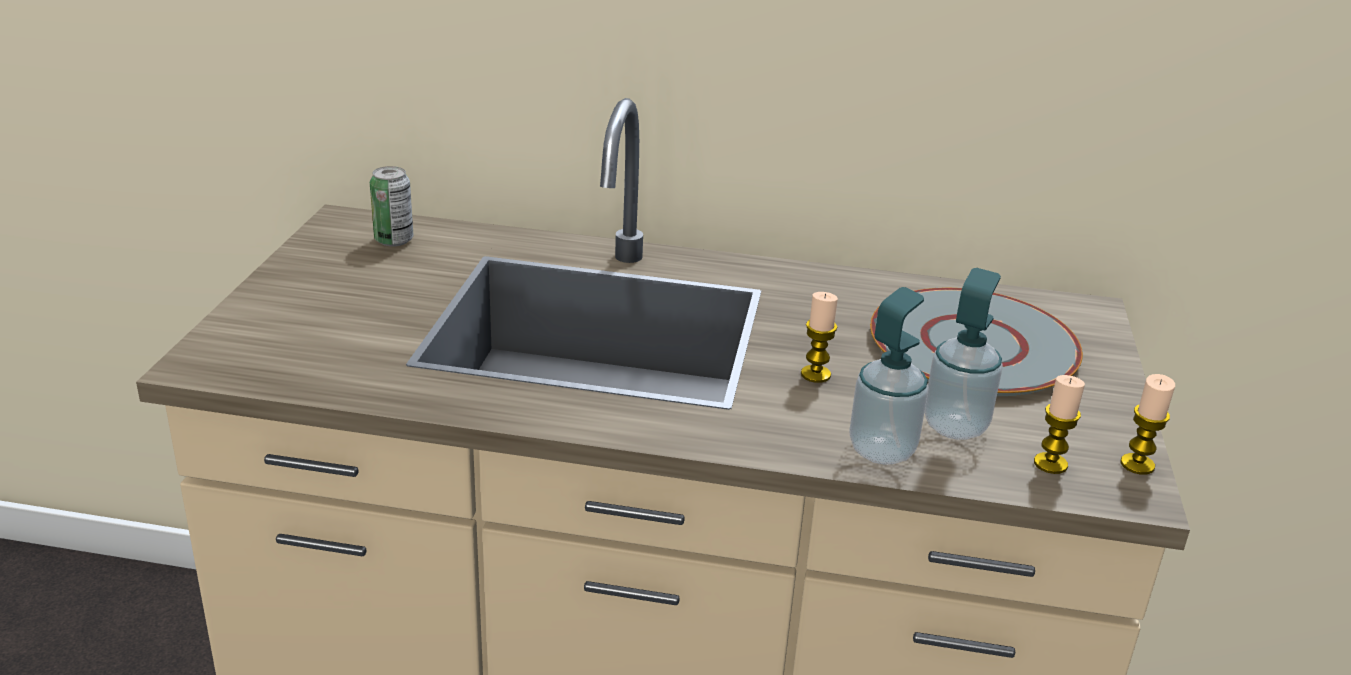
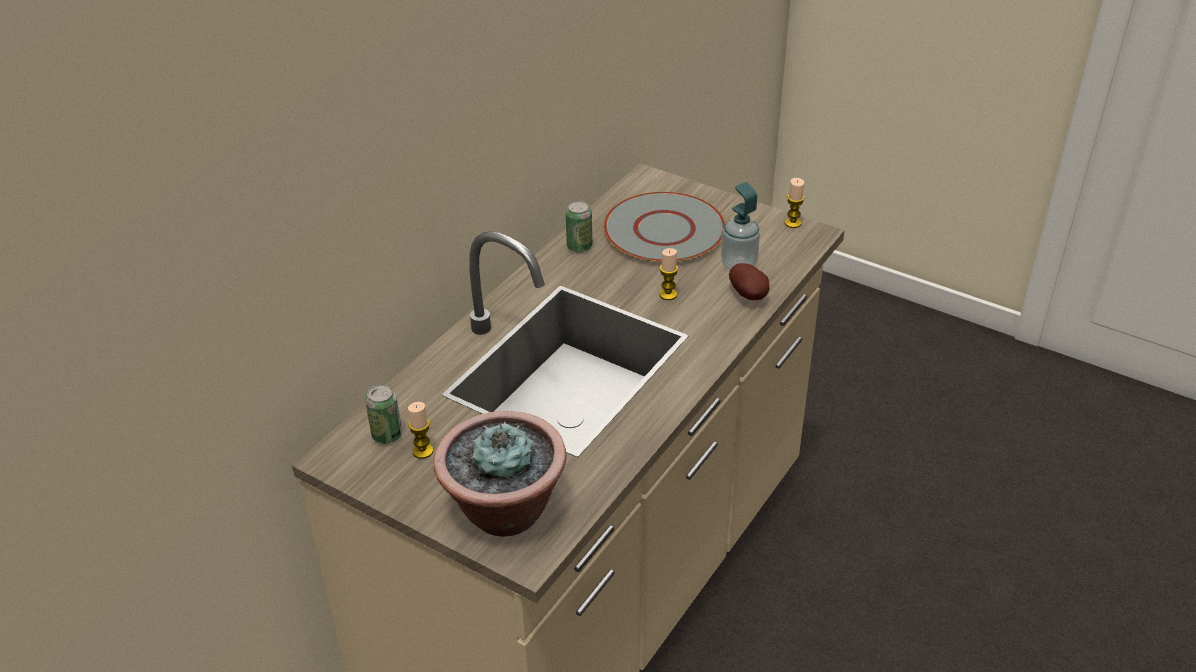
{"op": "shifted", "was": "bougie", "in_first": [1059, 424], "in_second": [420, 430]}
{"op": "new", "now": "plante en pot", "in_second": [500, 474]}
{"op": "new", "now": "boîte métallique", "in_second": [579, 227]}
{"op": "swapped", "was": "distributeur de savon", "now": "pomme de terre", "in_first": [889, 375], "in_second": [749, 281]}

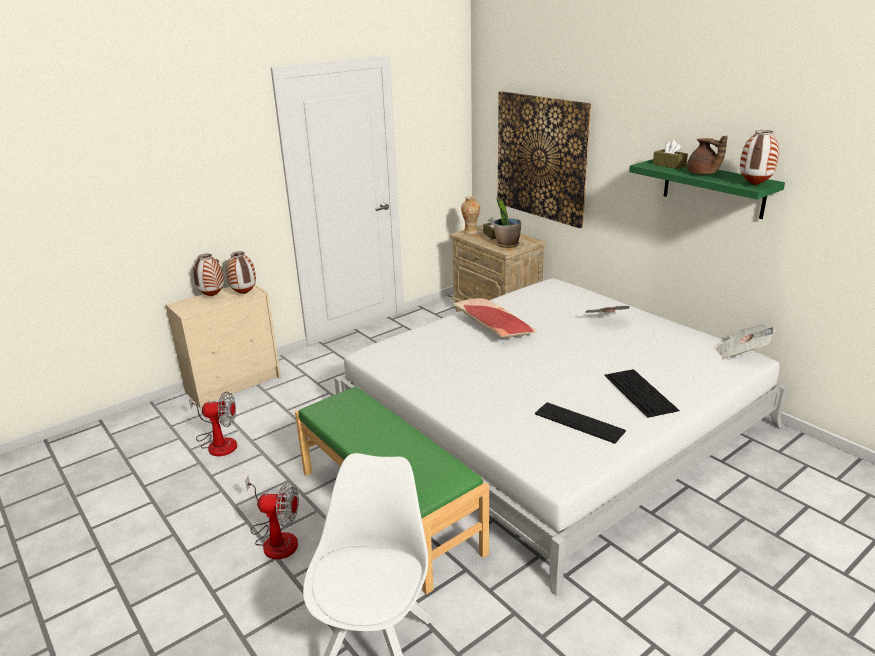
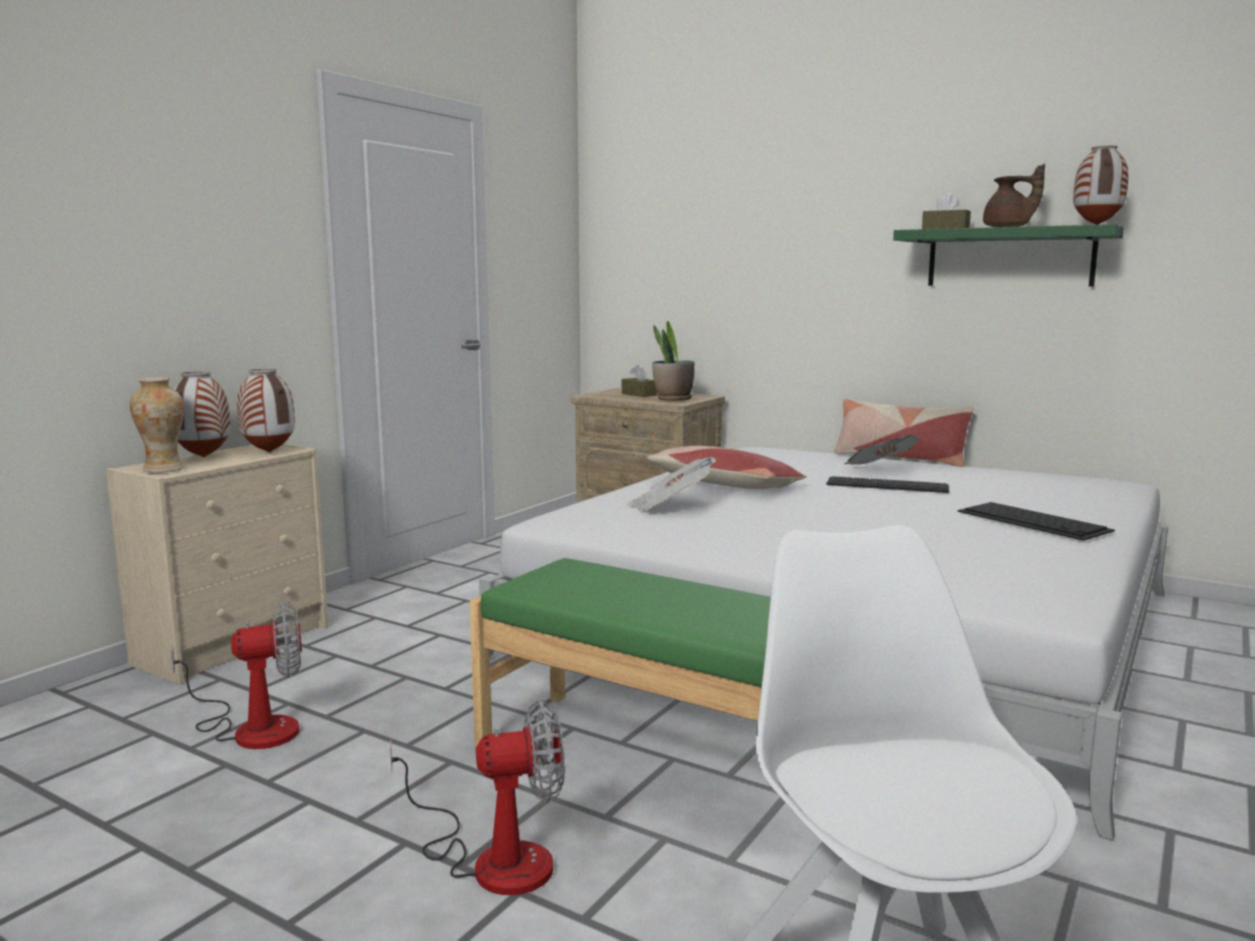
{"op": "shifted", "was": "vase", "in_first": [470, 215], "in_second": [157, 424]}
{"op": "shifted", "was": "journal", "in_first": [744, 341], "in_second": [671, 483]}
{"op": "shifted", "was": "clavier", "in_first": [580, 423], "in_second": [887, 484]}
{"op": "new", "now": "coussin", "in_second": [904, 433]}
{"op": "gone", "was": "tableau", "in_first": [544, 159]}

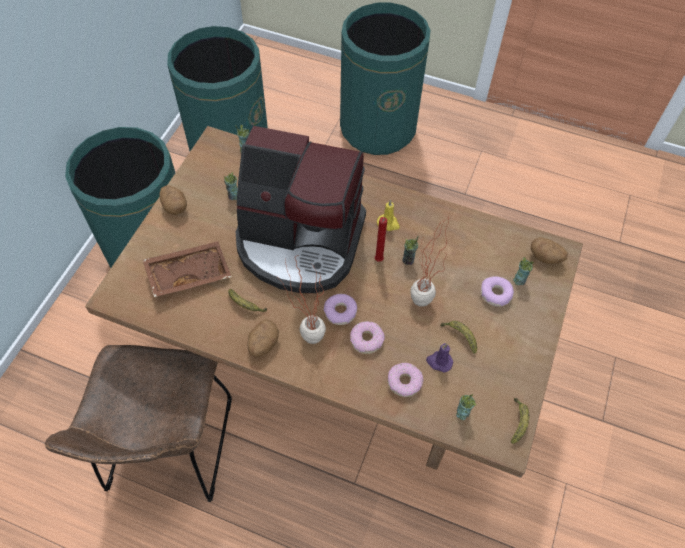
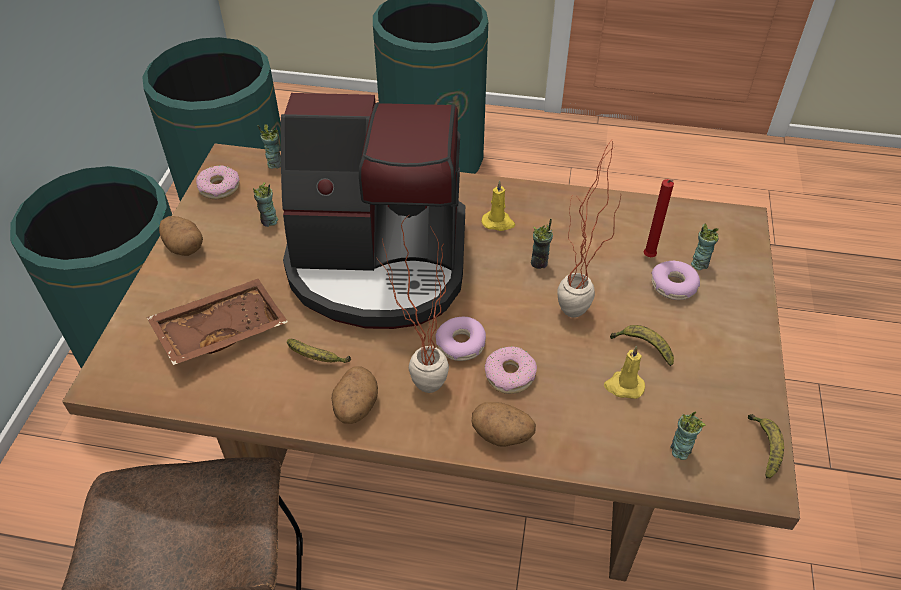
{"op": "shifted", "was": "beignet", "in_first": [405, 380], "in_second": [218, 182]}
{"op": "shifted", "was": "pomme de terre", "in_first": [549, 250], "in_second": [504, 424]}
{"op": "repainted", "was": "bougie/violet", "now": "bougie/jaune", "in_first": [439, 357], "in_second": [624, 372]}
{"op": "shifted", "was": "bougie/rouge", "in_first": [381, 239], "in_second": [659, 218]}

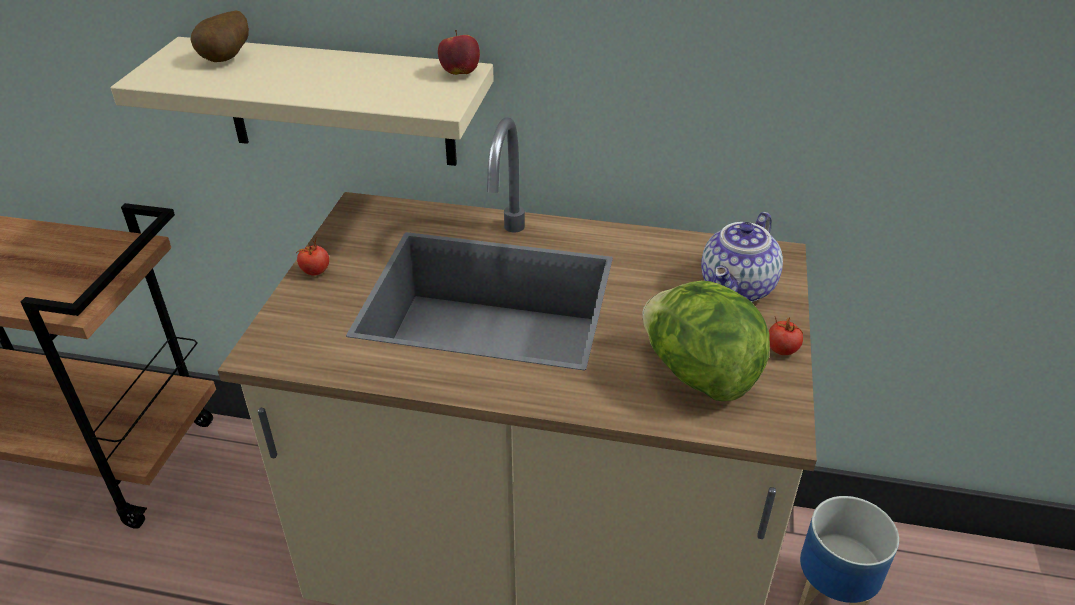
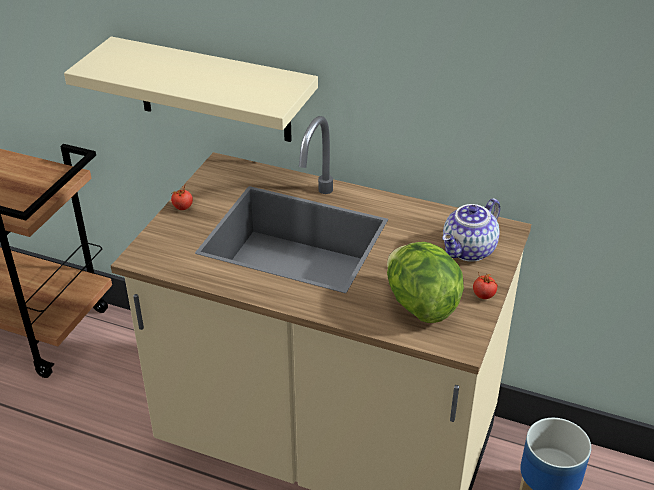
{"op": "gone", "was": "pomme de terre", "in_first": [219, 36]}
{"op": "gone", "was": "pomme", "in_first": [459, 52]}

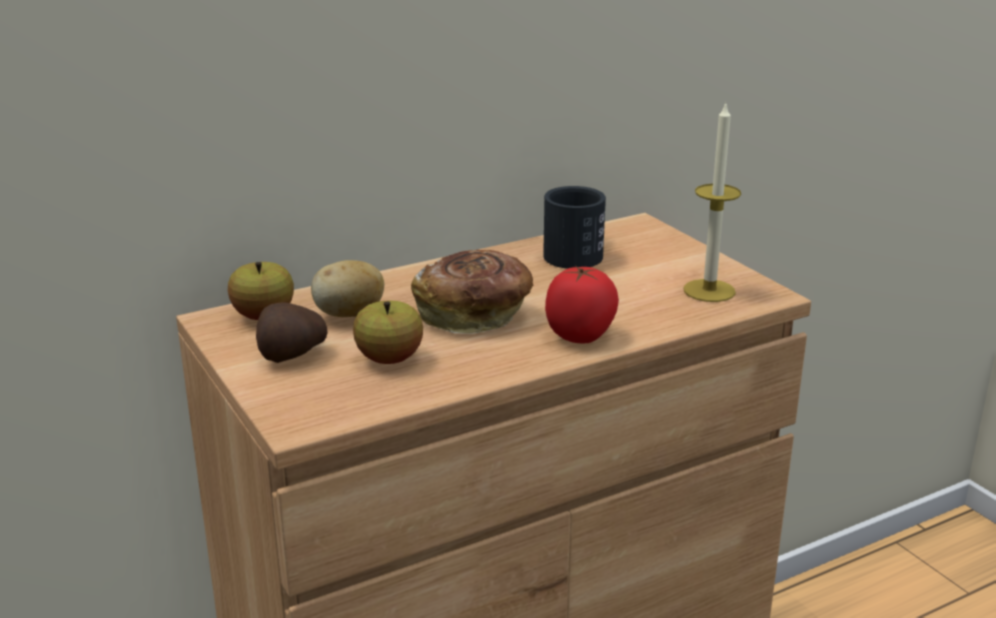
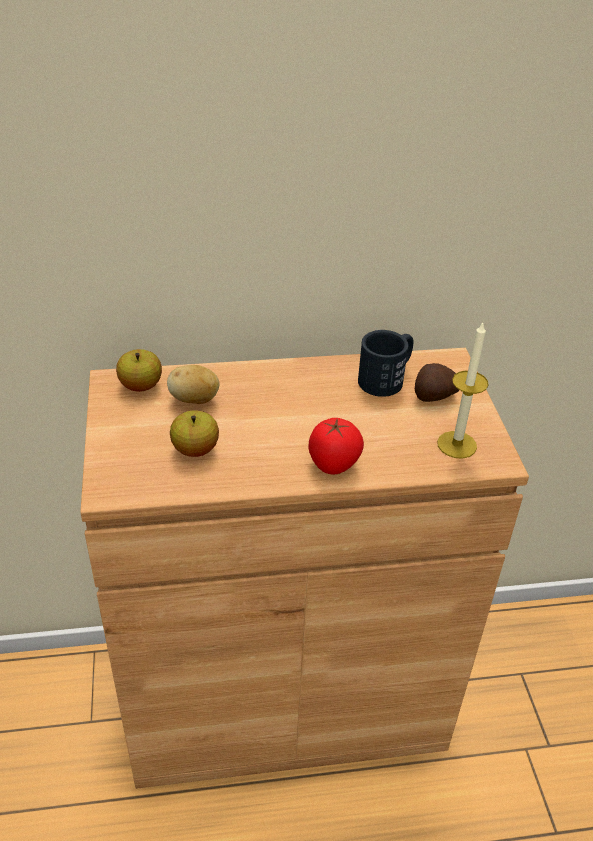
{"op": "shifted", "was": "pomme de terre", "in_first": [292, 332], "in_second": [437, 382]}
{"op": "gone", "was": "pain", "in_first": [472, 291]}

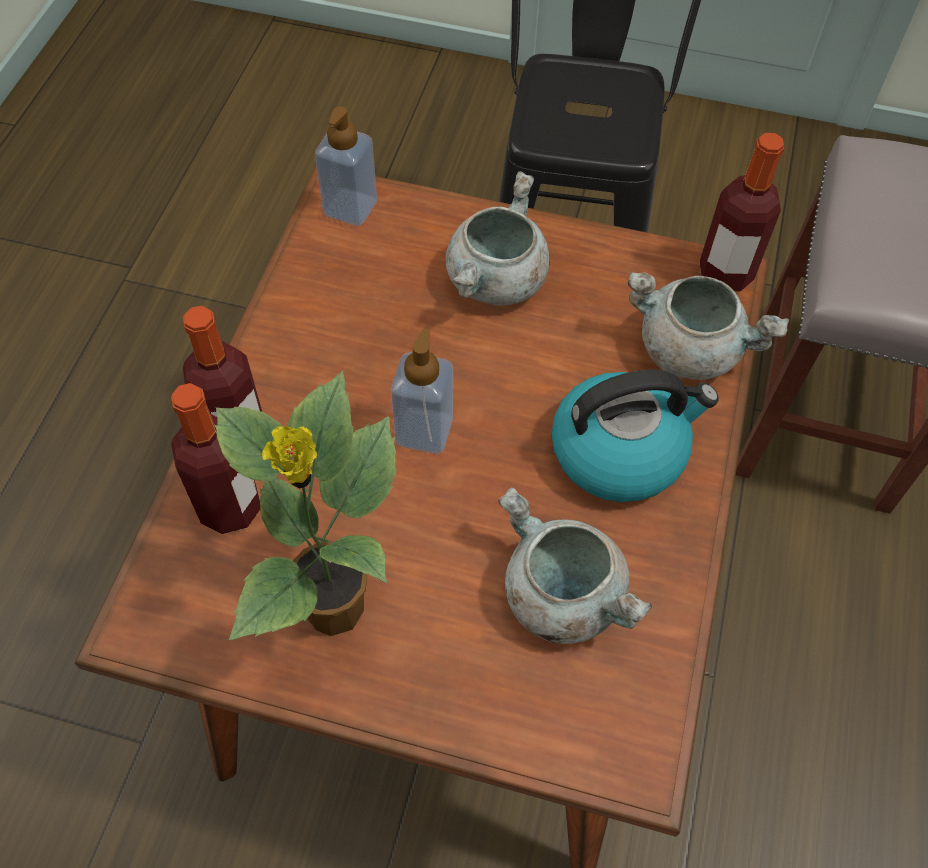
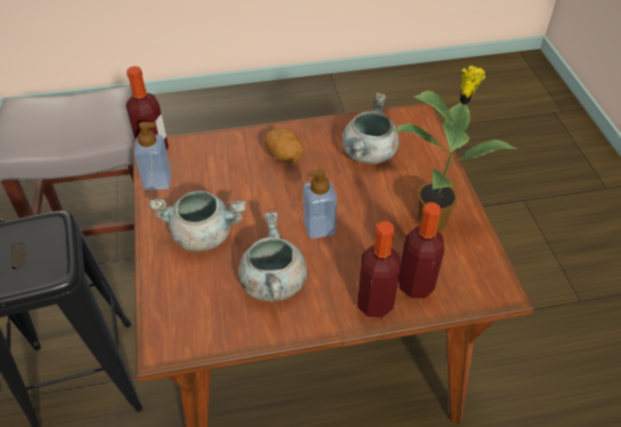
{"op": "shifted", "was": "distributeur de savon", "in_first": [346, 166], "in_second": [152, 156]}
{"op": "shifted", "was": "marmite/gris", "in_first": [708, 326], "in_second": [273, 256]}
{"op": "swapped", "was": "bouilloire", "now": "pomme de terre", "in_first": [635, 436], "in_second": [284, 146]}

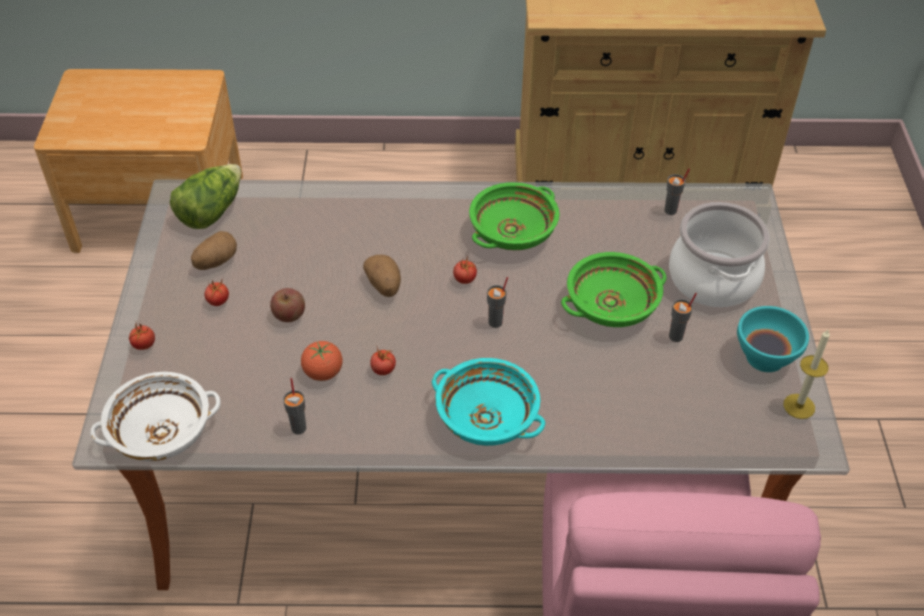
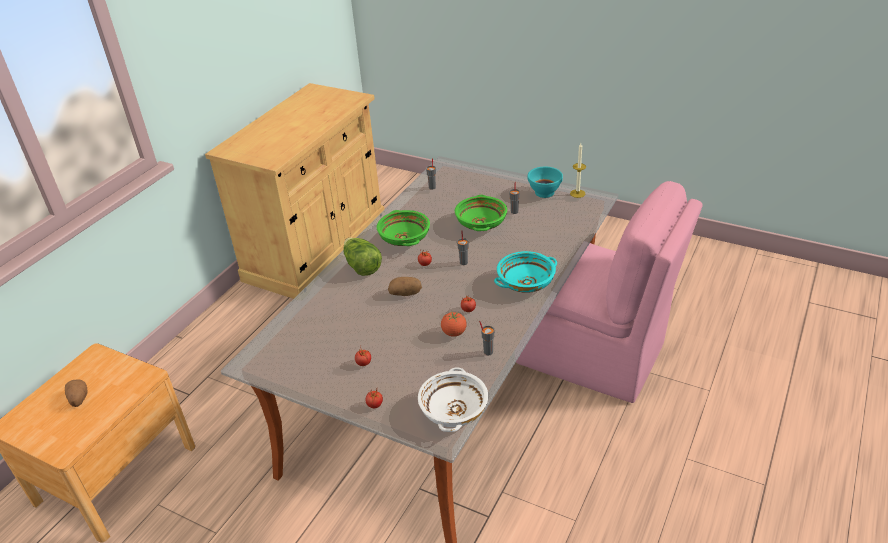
{"op": "shifted", "was": "pomme de terre", "in_first": [214, 250], "in_second": [76, 393]}
{"op": "shifted", "was": "laitue", "in_first": [205, 196], "in_second": [362, 257]}
{"op": "gone", "was": "pomme", "in_first": [287, 305]}
{"op": "gone", "was": "marmite", "in_first": [719, 254]}

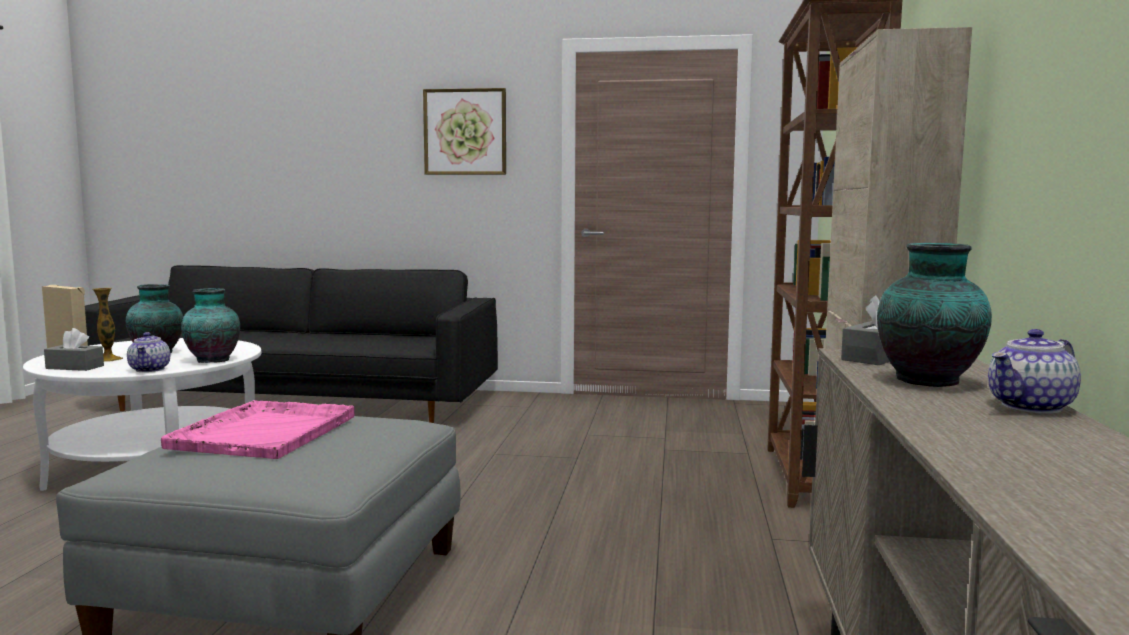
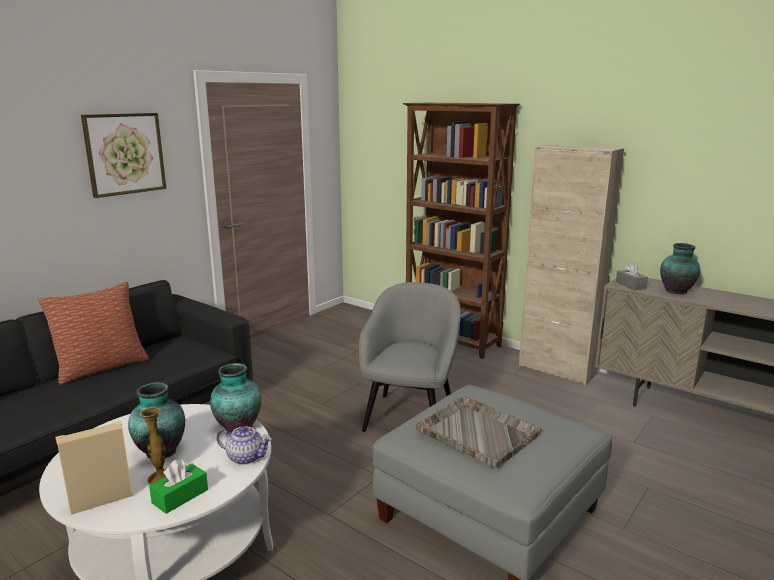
{"op": "new", "now": "coussin", "in_second": [93, 333]}
{"op": "repainted", "was": "boîte à mouchoirs/gris", "now": "boîte à mouchoirs/vert", "in_first": [74, 349], "in_second": [178, 486]}
{"op": "new", "now": "fauteuil/gris", "in_second": [410, 357]}
{"op": "repainted", "was": "plateau/rose", "now": "plateau/gris", "in_first": [258, 429], "in_second": [479, 432]}
{"op": "gone", "was": "théière", "in_first": [1034, 371]}

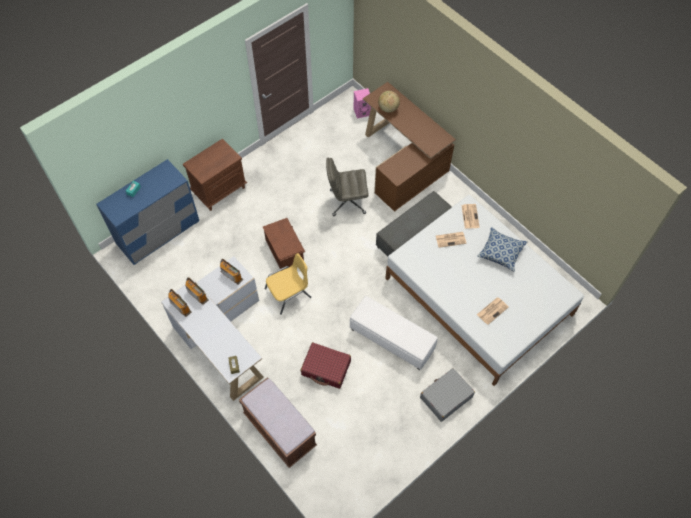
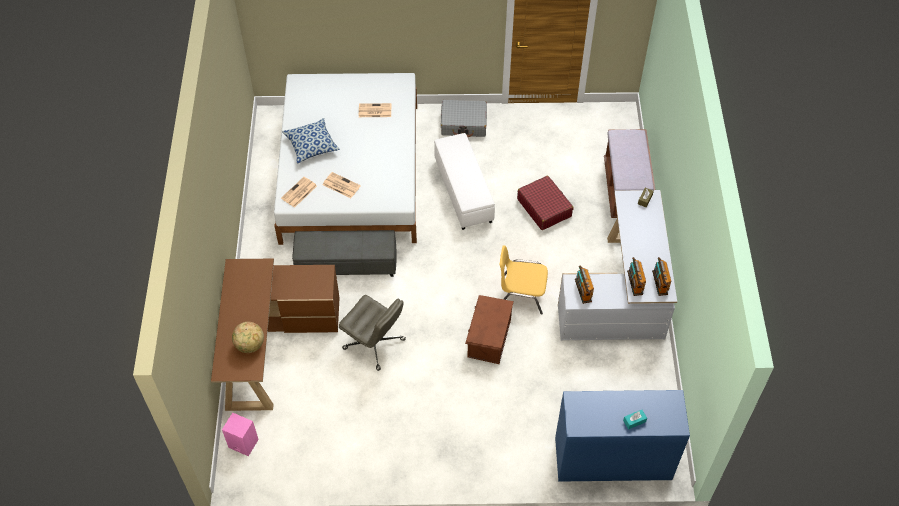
{"op": "gone", "was": "table de chevet/marron", "in_first": [215, 174]}

